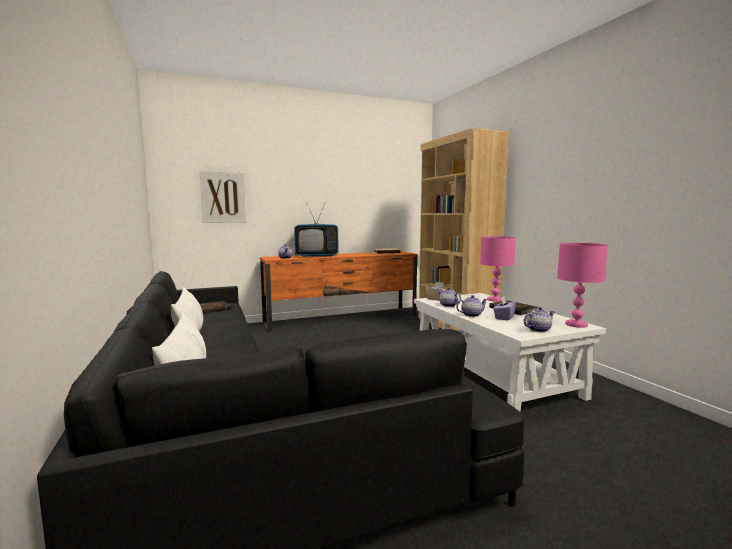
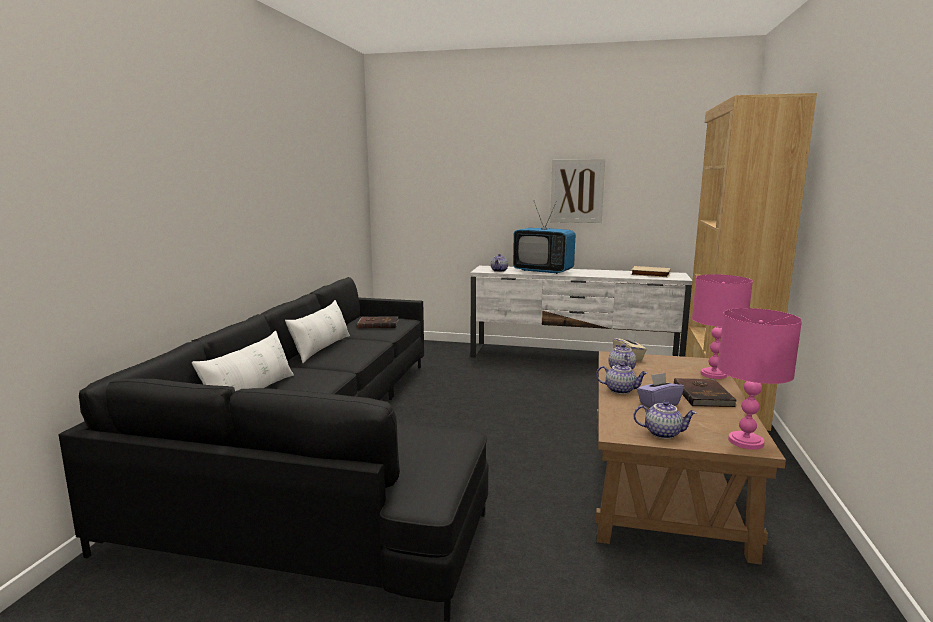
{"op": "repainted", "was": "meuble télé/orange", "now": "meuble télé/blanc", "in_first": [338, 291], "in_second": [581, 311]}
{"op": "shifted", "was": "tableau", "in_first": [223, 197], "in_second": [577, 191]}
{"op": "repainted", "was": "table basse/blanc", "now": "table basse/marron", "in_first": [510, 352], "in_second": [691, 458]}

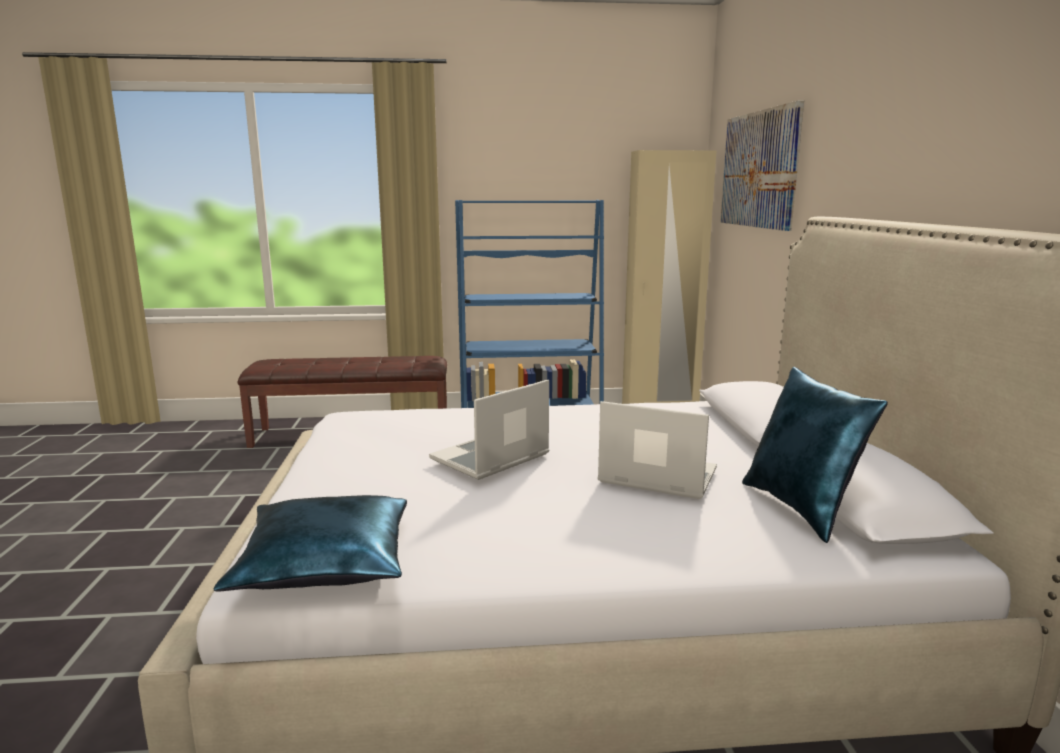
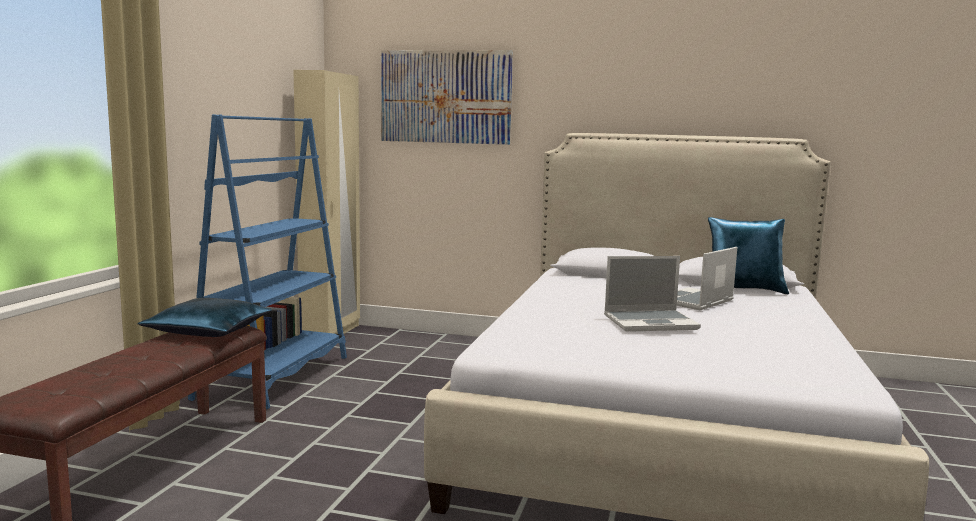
{"op": "shifted", "was": "coussin/bleu", "in_first": [310, 543], "in_second": [205, 317]}
{"op": "rotated", "was": "ordinateur portable", "in_first": [489, 429], "in_second": [652, 294], "clockwise": -75}

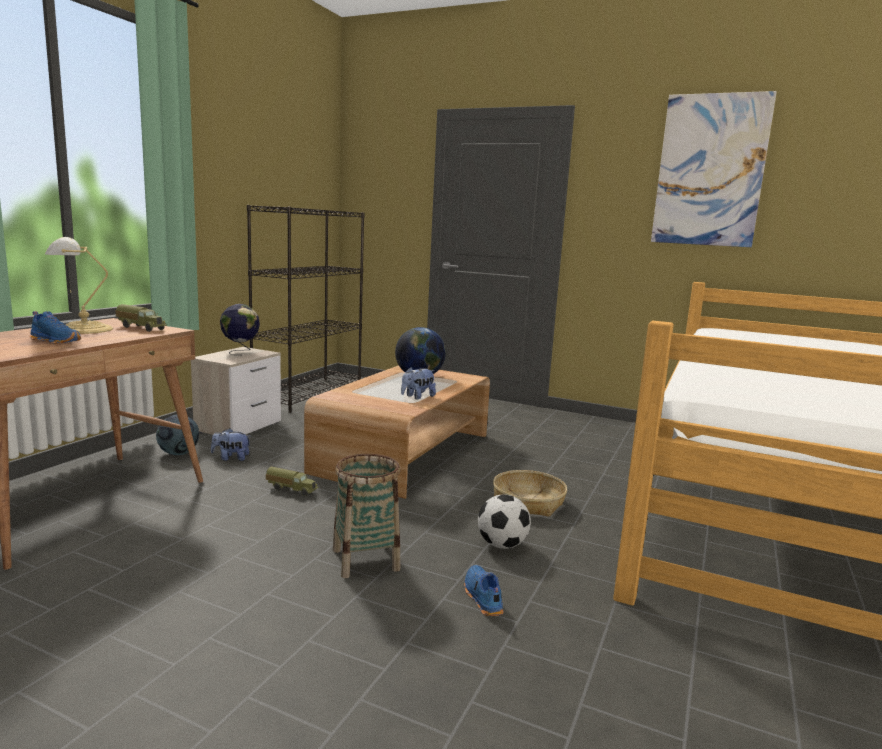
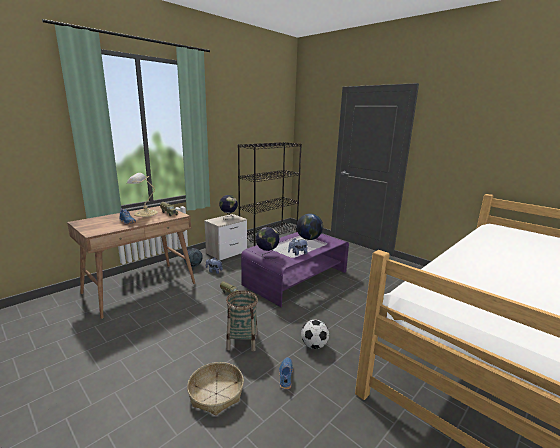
{"op": "shifted", "was": "panier", "in_first": [530, 493], "in_second": [215, 388]}
{"op": "repainted", "was": "table basse/marron", "now": "table basse/violet", "in_first": [397, 432], "in_second": [295, 269]}
{"op": "new", "now": "globe", "in_second": [268, 243]}
{"op": "gone", "was": "tableau", "in_first": [714, 169]}

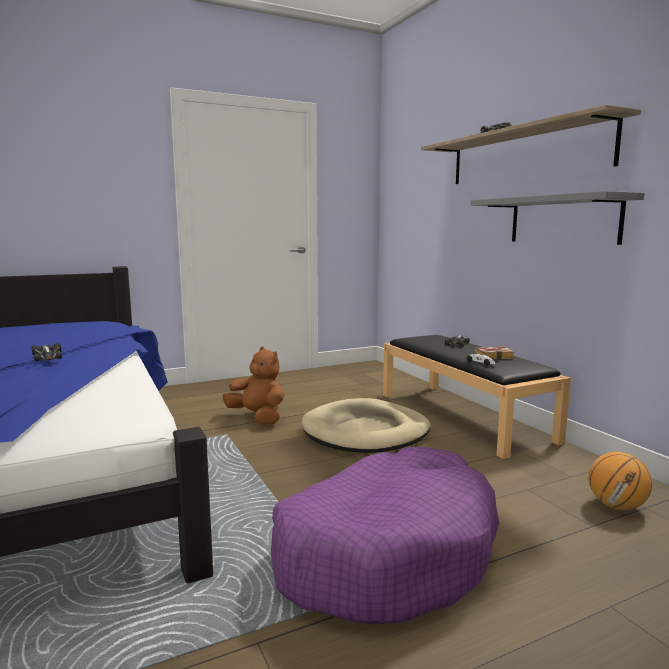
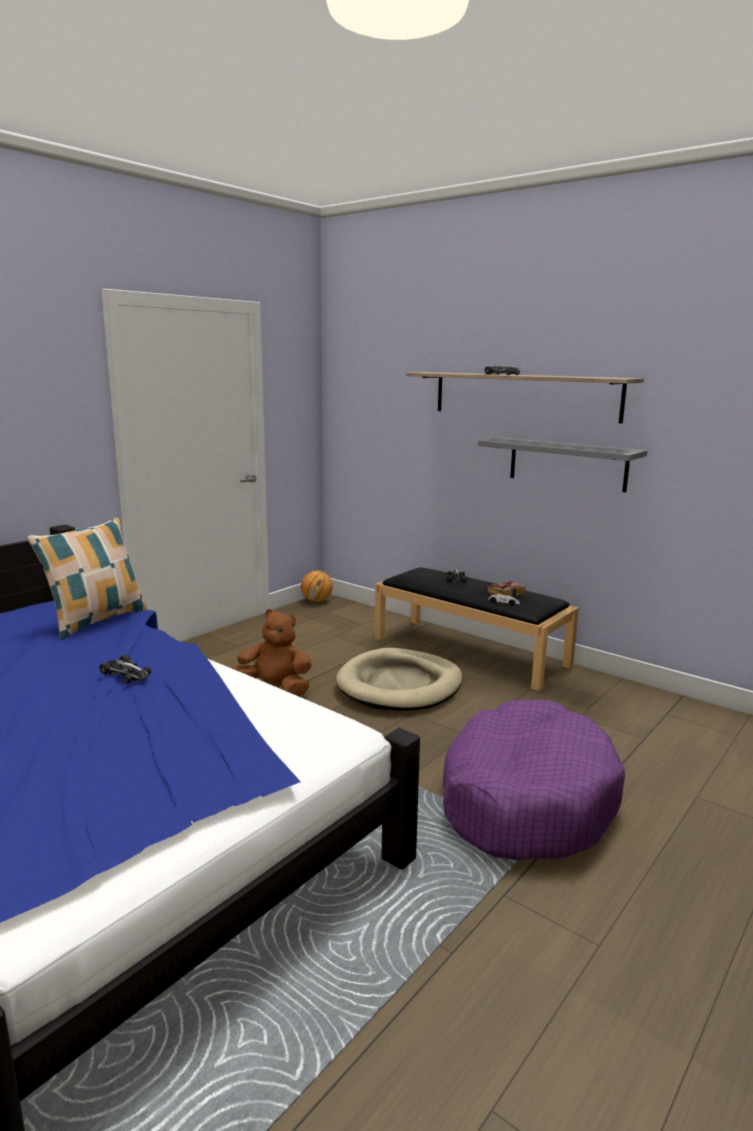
{"op": "new", "now": "coussin", "in_second": [87, 579]}
{"op": "shifted", "was": "ballon de basket", "in_first": [620, 481], "in_second": [317, 586]}

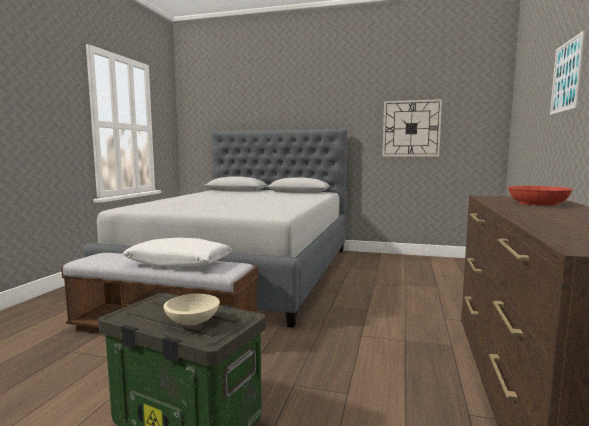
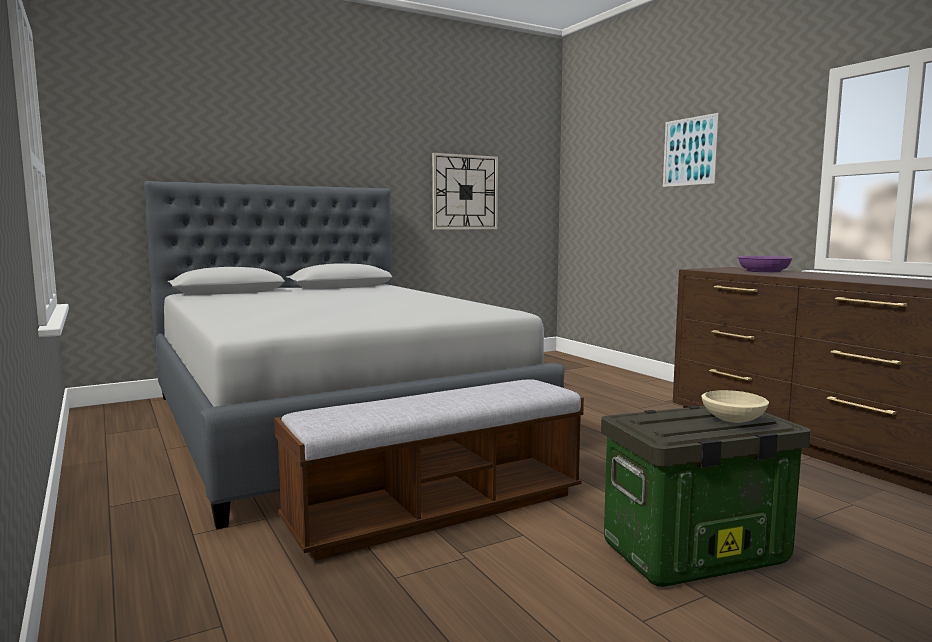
{"op": "repainted", "was": "bol/rouge", "now": "bol/violet", "in_first": [540, 196], "in_second": [765, 264]}
{"op": "gone", "was": "coussin/blanc", "in_first": [177, 252]}

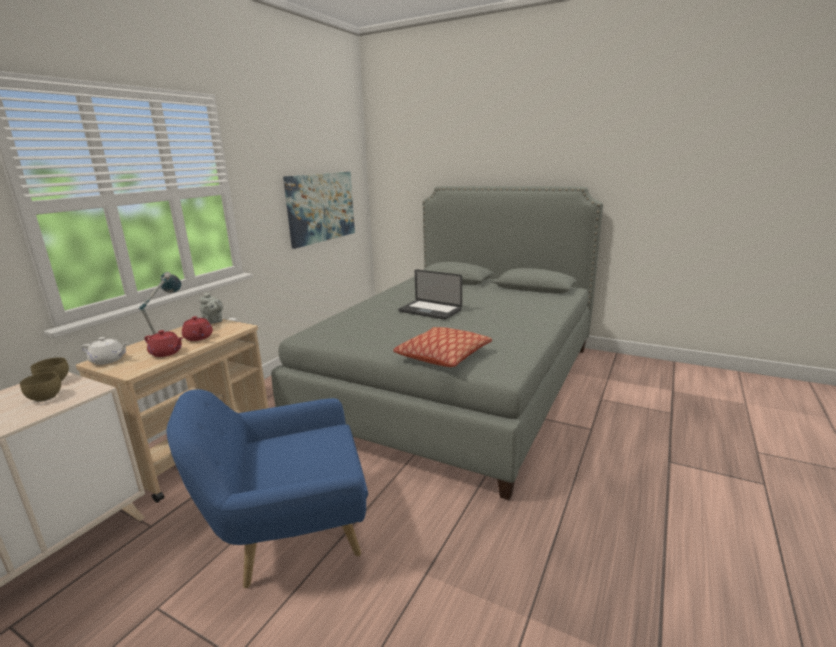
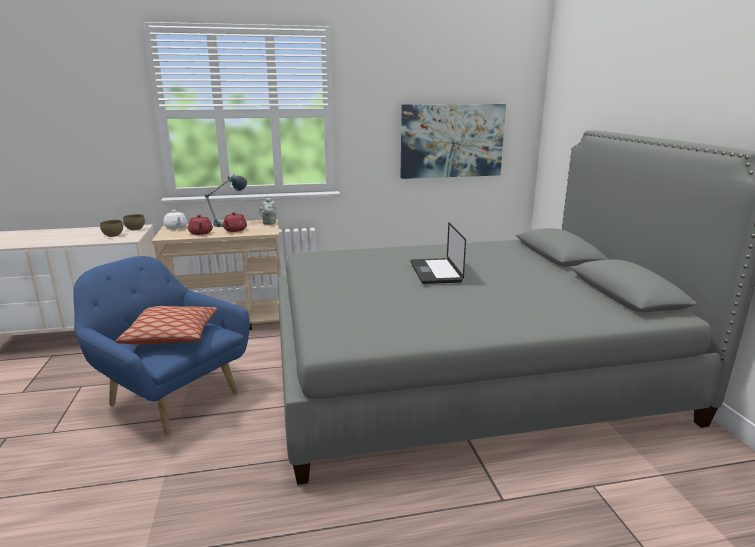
{"op": "shifted", "was": "coussin", "in_first": [442, 347], "in_second": [167, 325]}

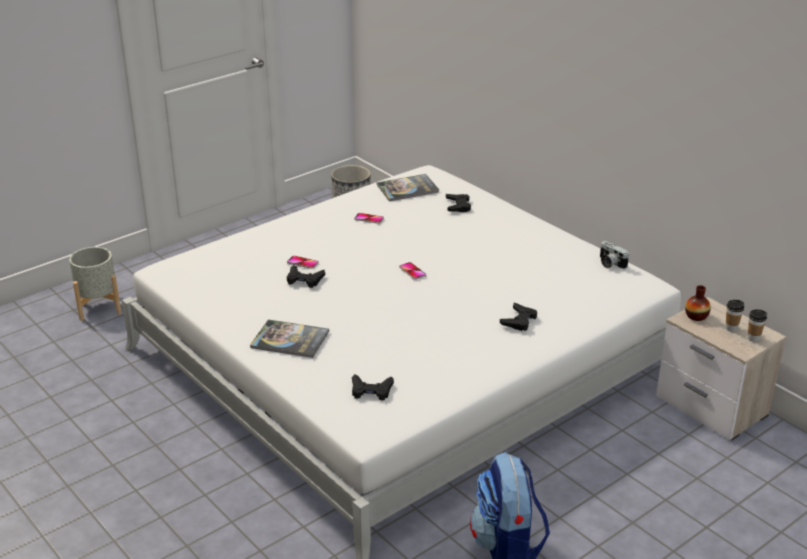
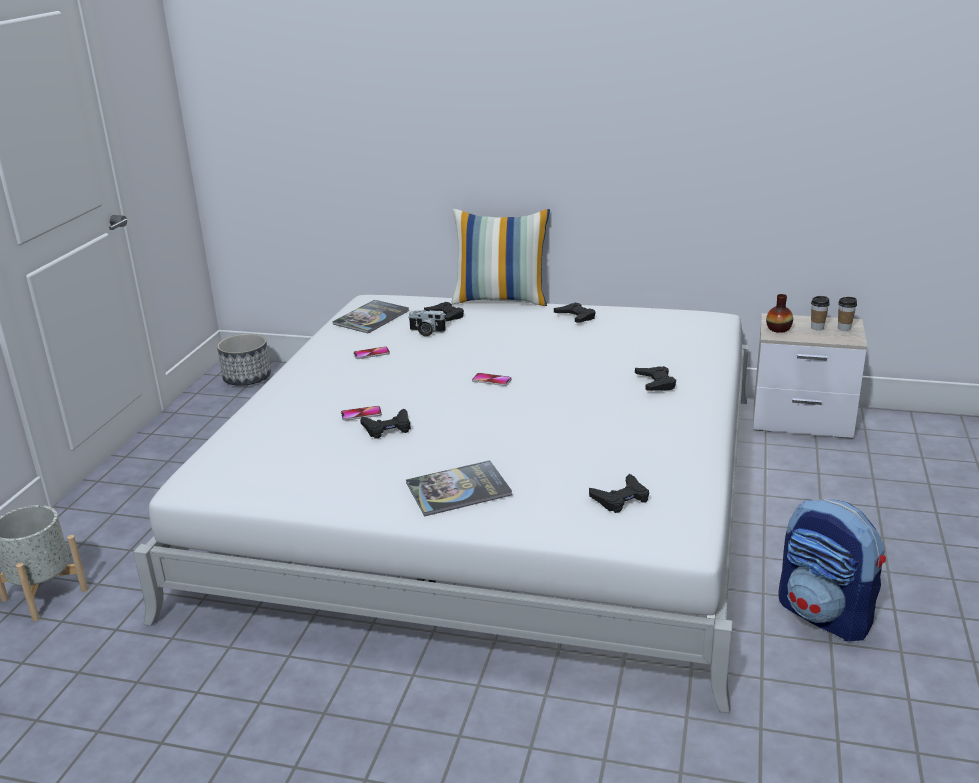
{"op": "shifted", "was": "appareil photo", "in_first": [614, 255], "in_second": [427, 323]}
{"op": "new", "now": "coussin", "in_second": [501, 257]}
{"op": "new", "now": "manette/noir", "in_second": [575, 313]}

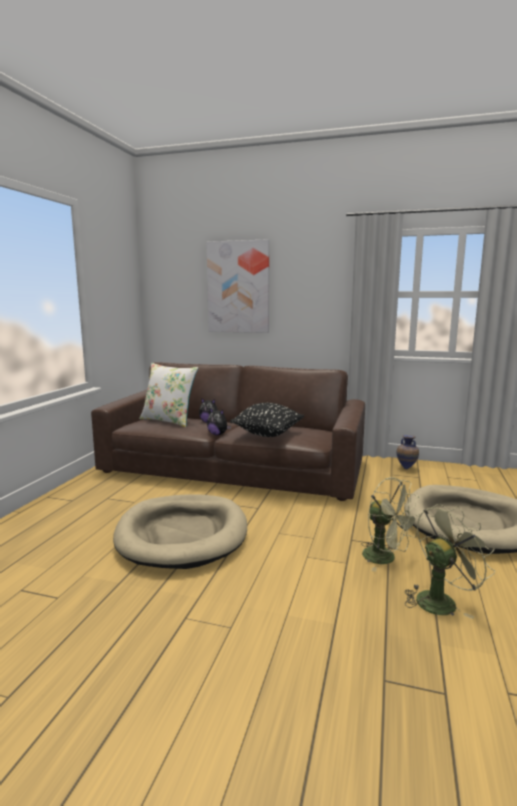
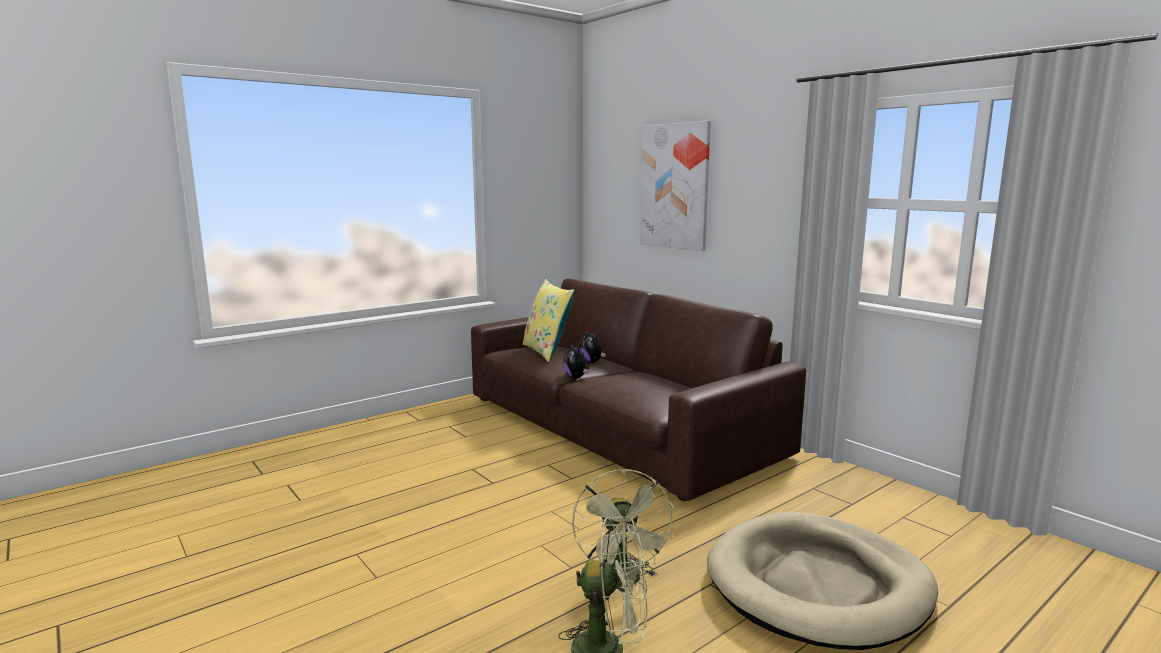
{"op": "repainted", "was": "coussin/blanc", "now": "coussin/jaune", "in_first": [168, 395], "in_second": [549, 320]}
{"op": "gone", "was": "panier pour chien/beige", "in_first": [180, 531]}
{"op": "gone", "was": "coussin/noir", "in_first": [267, 420]}
{"op": "gone", "was": "vase", "in_first": [407, 452]}

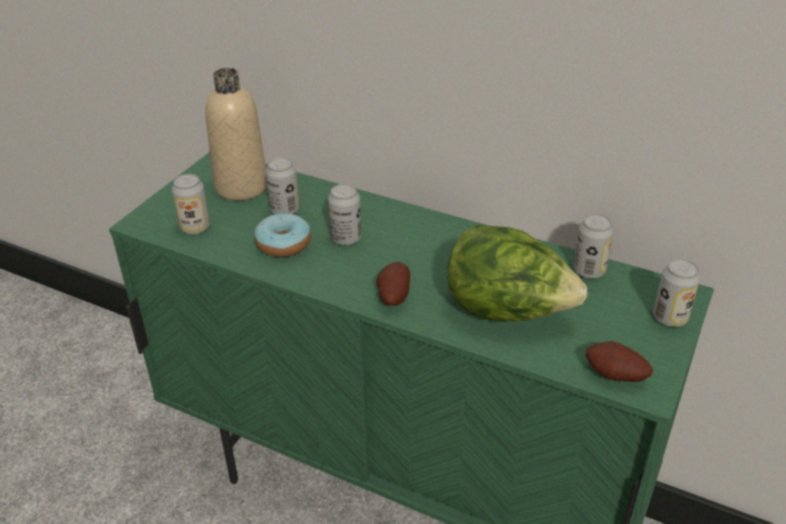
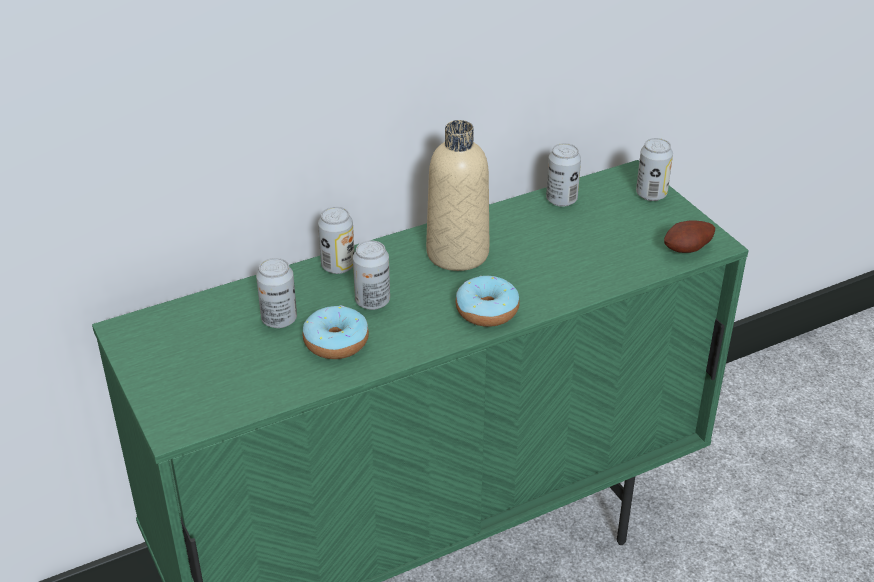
{"op": "shifted", "was": "boîte métallique", "in_first": [191, 204], "in_second": [336, 240]}
{"op": "shifted", "was": "bouteille/beige", "in_first": [236, 134], "in_second": [457, 195]}
{"op": "swapped", "was": "pomme de terre", "now": "beignet", "in_first": [393, 284], "in_second": [487, 301]}
{"op": "gone", "was": "laitue", "in_first": [517, 273]}

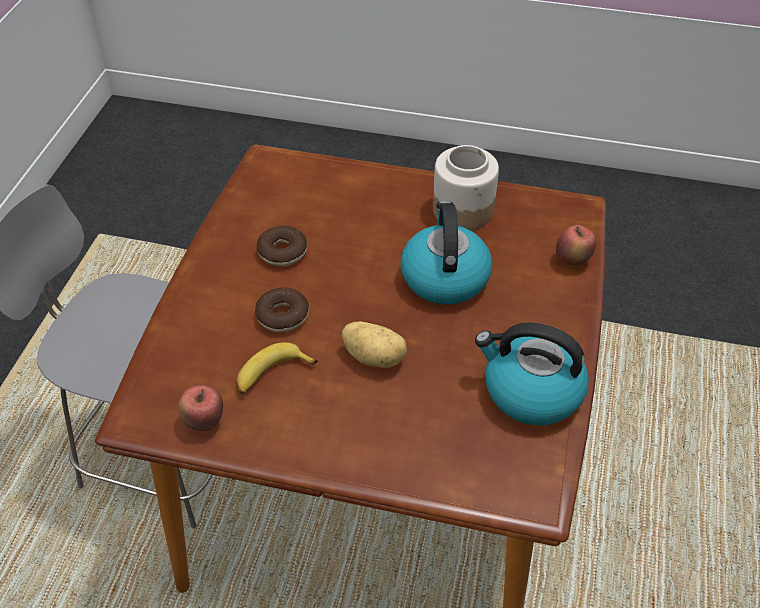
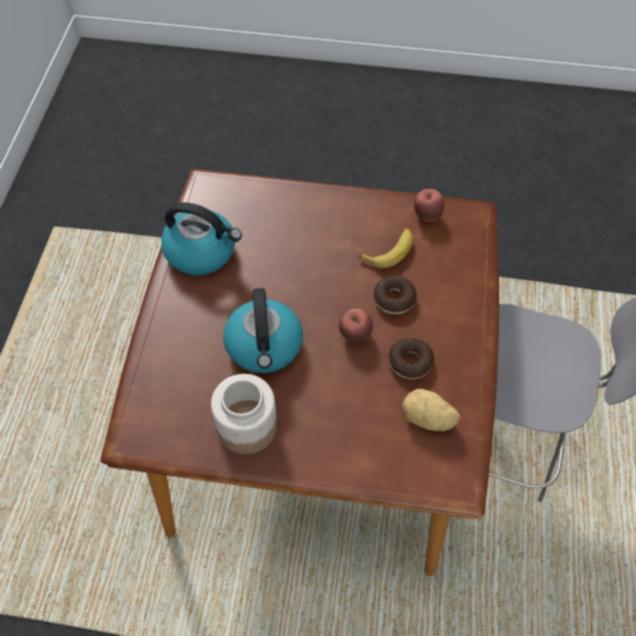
{"op": "shifted", "was": "pomme", "in_first": [576, 245], "in_second": [356, 326]}
{"op": "shifted", "was": "pomme de terre", "in_first": [374, 344], "in_second": [431, 410]}

